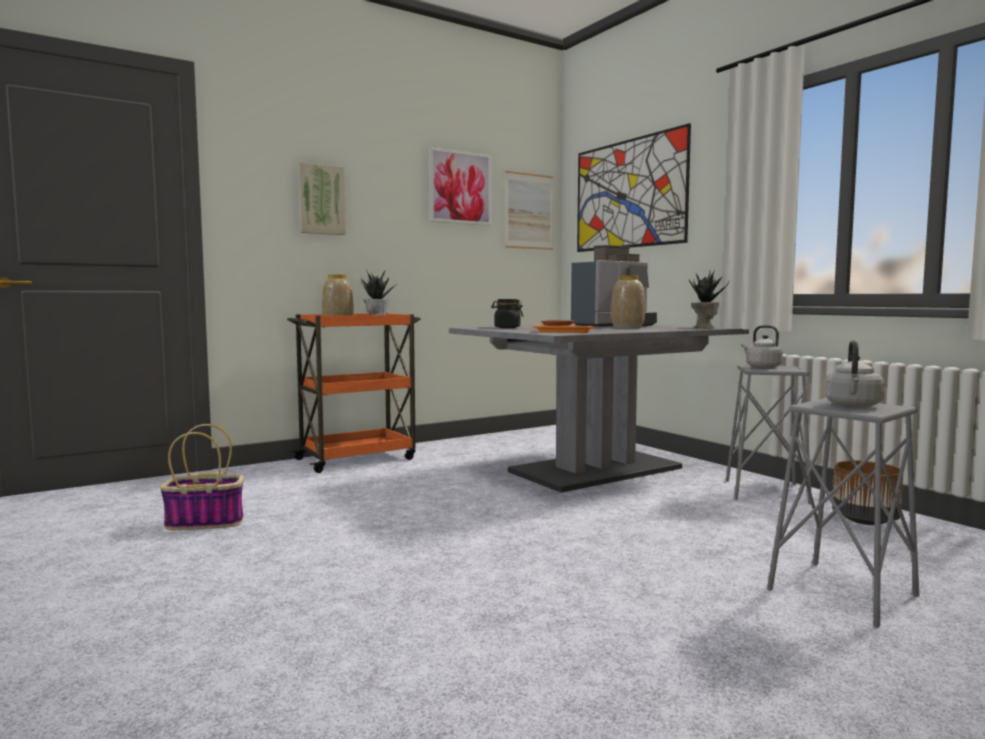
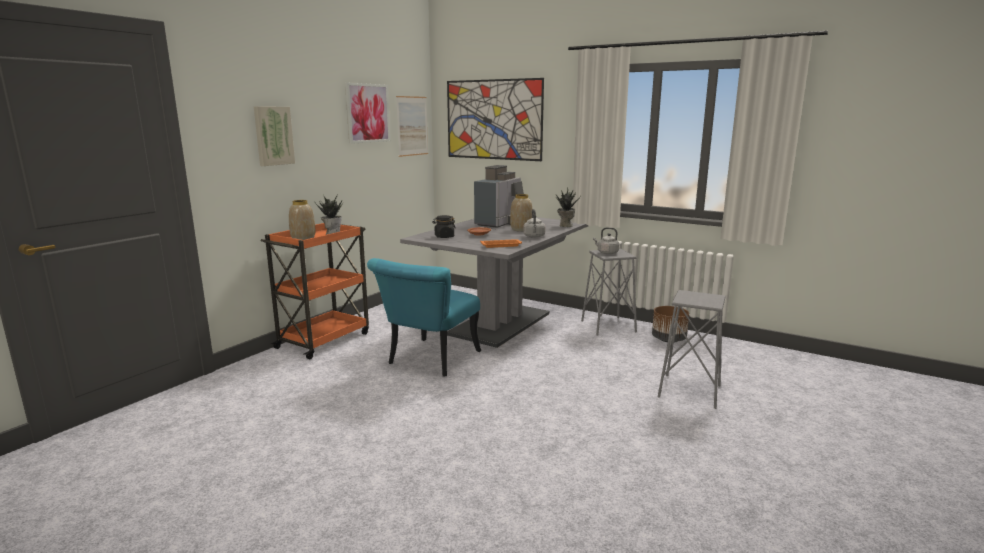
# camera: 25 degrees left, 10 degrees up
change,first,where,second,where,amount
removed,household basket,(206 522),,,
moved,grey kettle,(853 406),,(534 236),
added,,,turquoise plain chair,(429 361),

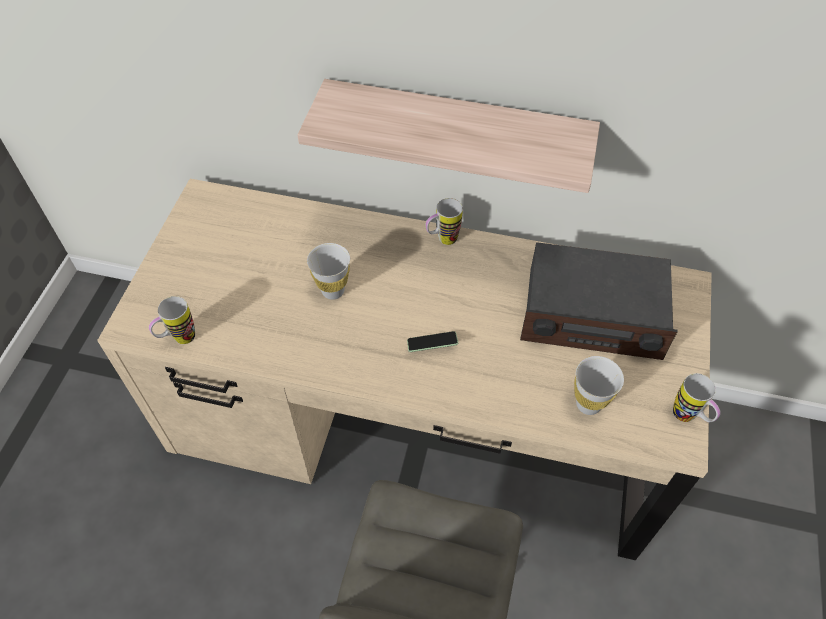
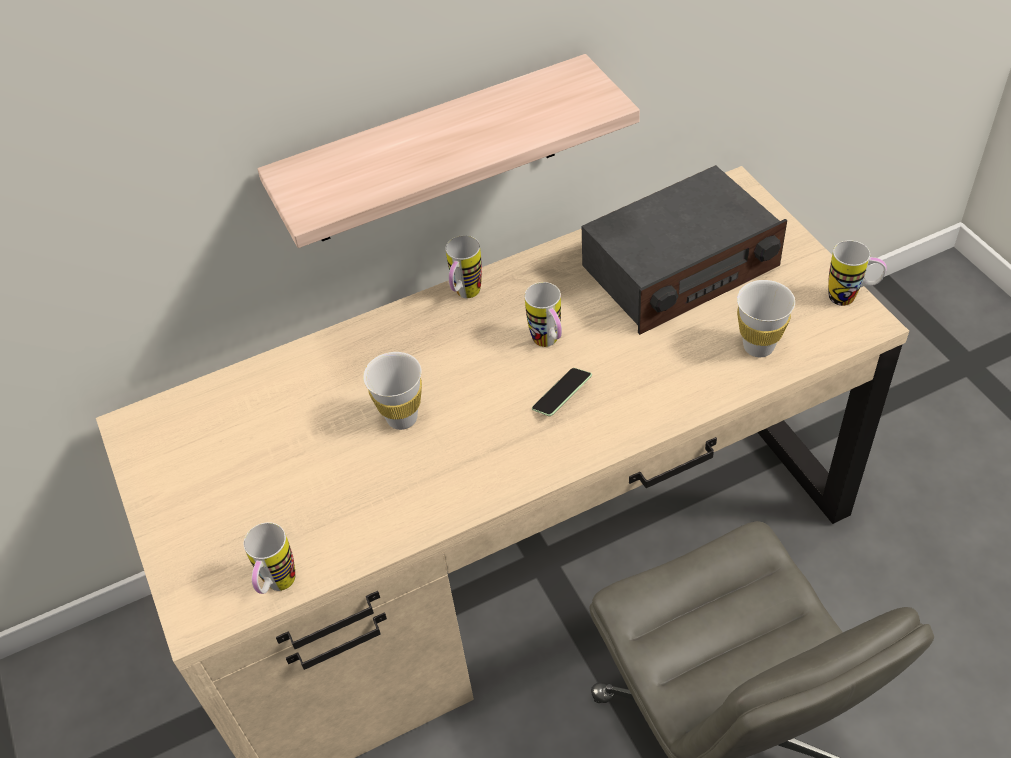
# camera: 35 degrees left, 5 degrees down
change,first,where,second,where,amount
added,,,coffee mug,(549 343),

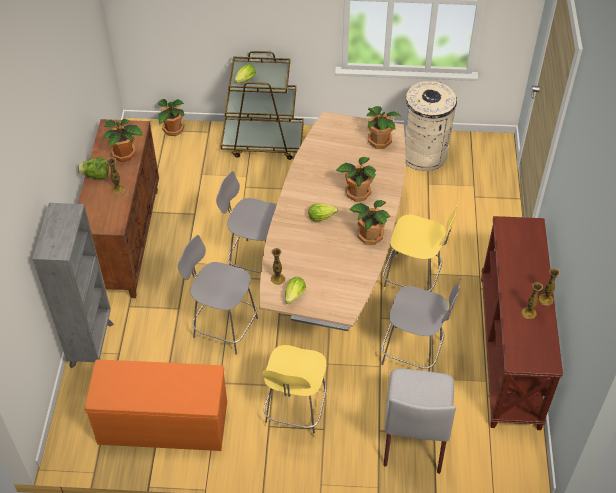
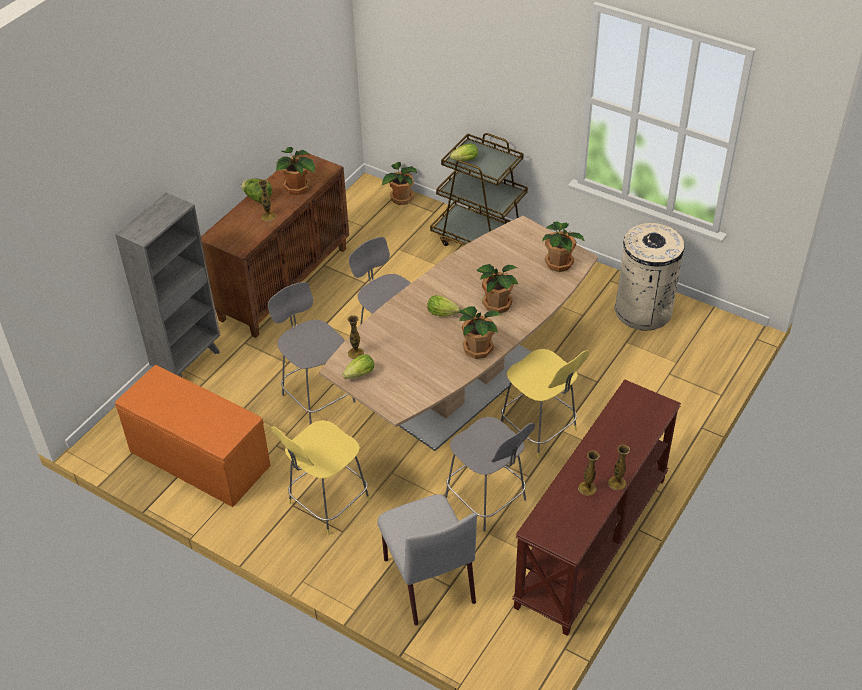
# camera: 30 degrees right, 5 degrees down
change,first,where,second,where,amount
turned,grey plain chair,(414 436),,(428 579),60 degrees counterclockwise

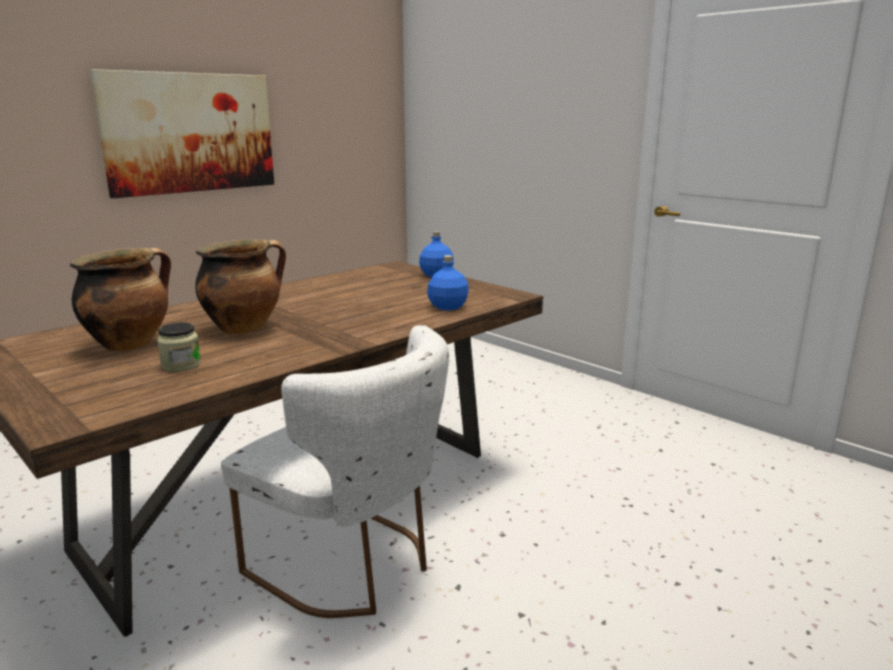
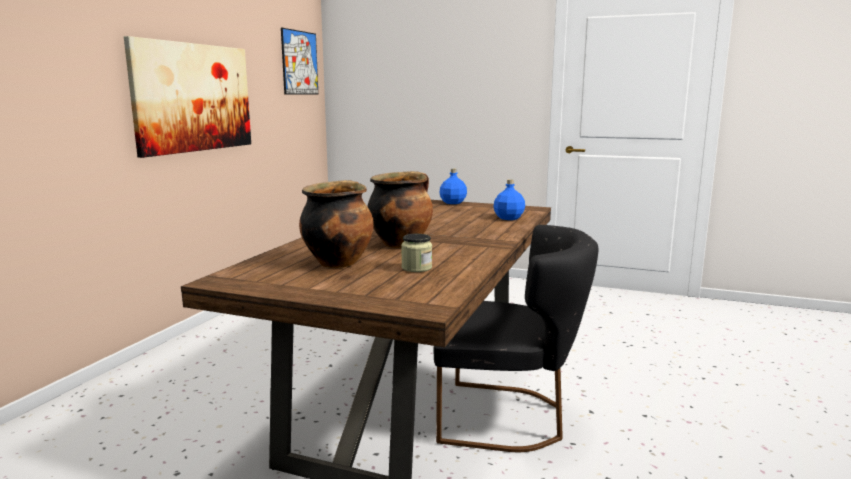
# camera: 25 degrees left, 5 degrees down
change,first,where,second,where,amount
recoloured,white plain chair,(352 565),blackish plain chair,(509 418),
added,,,wall art,(300 63),

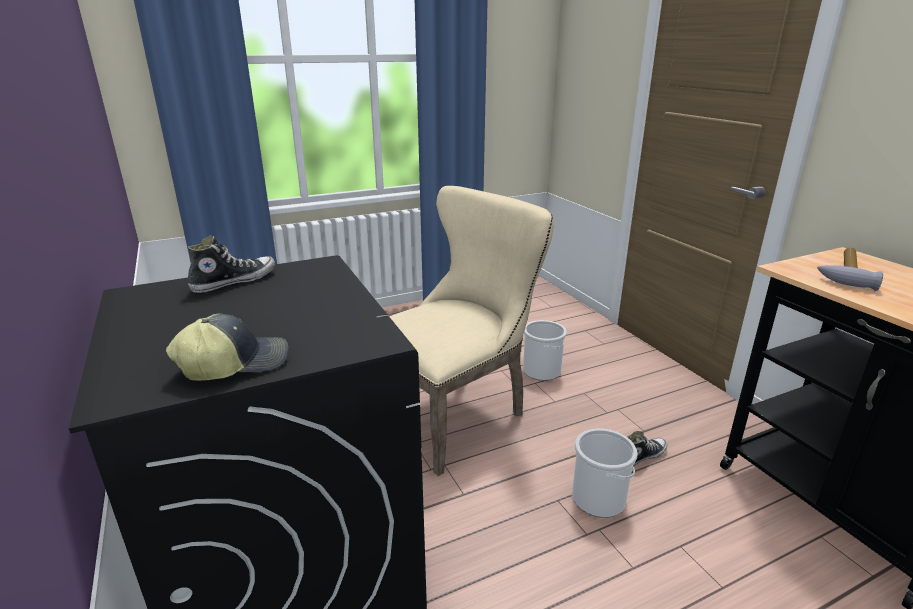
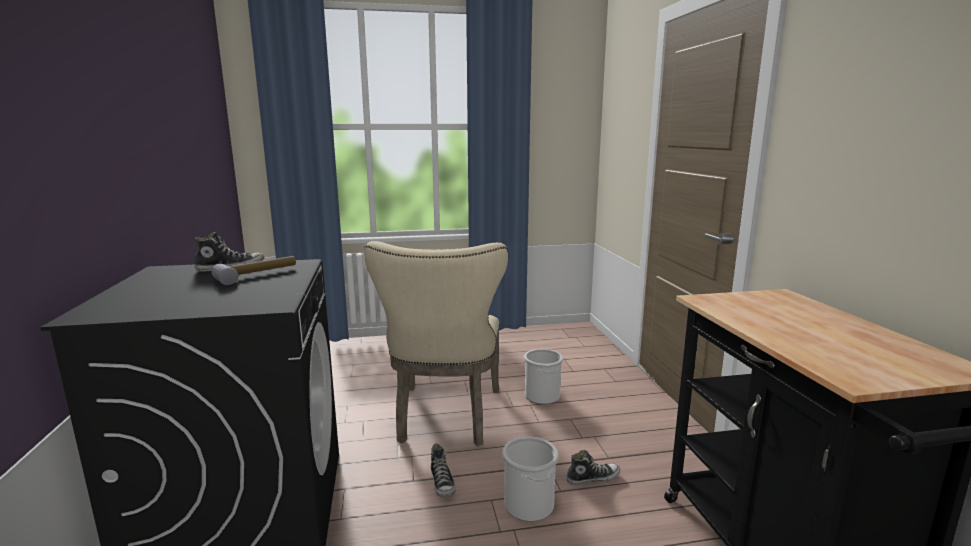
# camera: 15 degrees right, 10 degrees down
change,first,where,second,where,amount
removed,cap,(235 363),,,
turned,beige plain chair,(456 413),,(446 419),120 degrees clockwise
moved,hand hammer,(845 273),,(255 274),
added,,,item of footwear,(442 483),

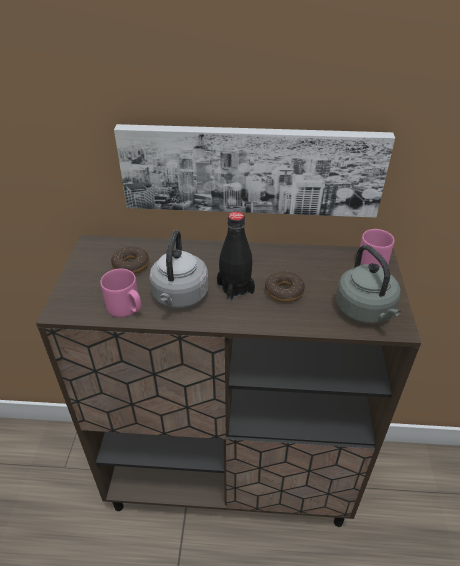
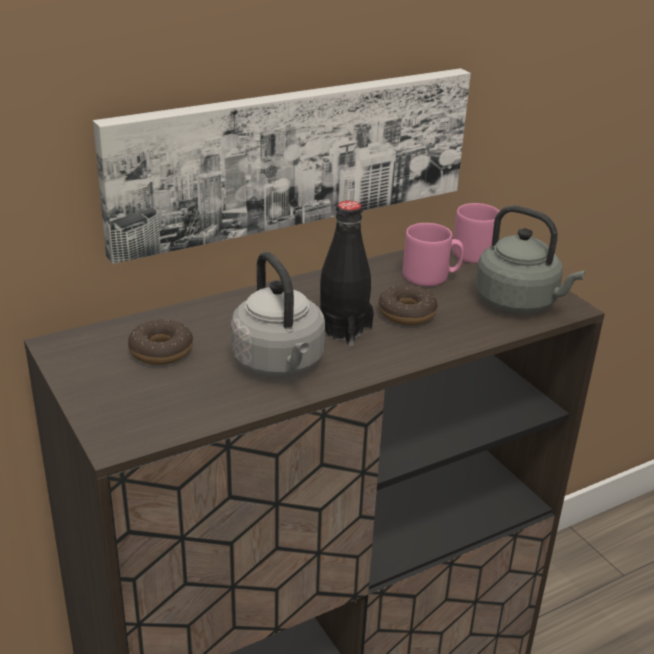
# camera: 35 degrees left, 10 degrees down
change,first,where,second,where,amount
moved,pink coffee mug,(126 308),,(431 277),

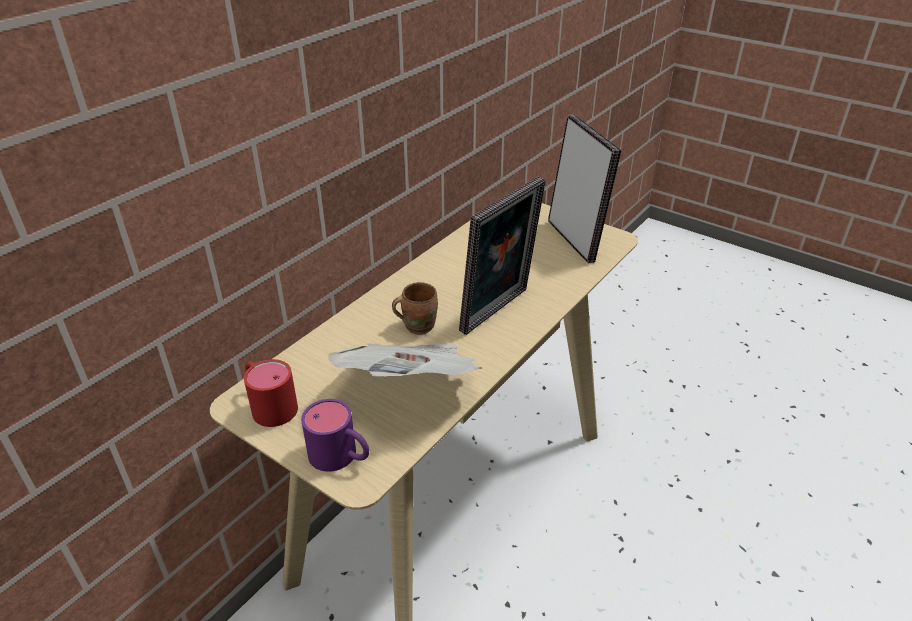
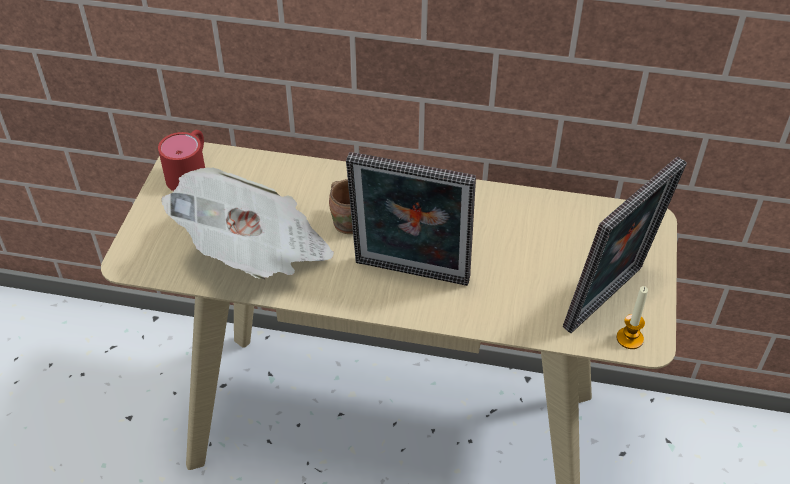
# camera: 65 degrees right, 10 degrees up
change,first,where,second,where,amount
removed,purple-coloured coffee mug,(341 457),,,
added,,,wax candle,(629 338),

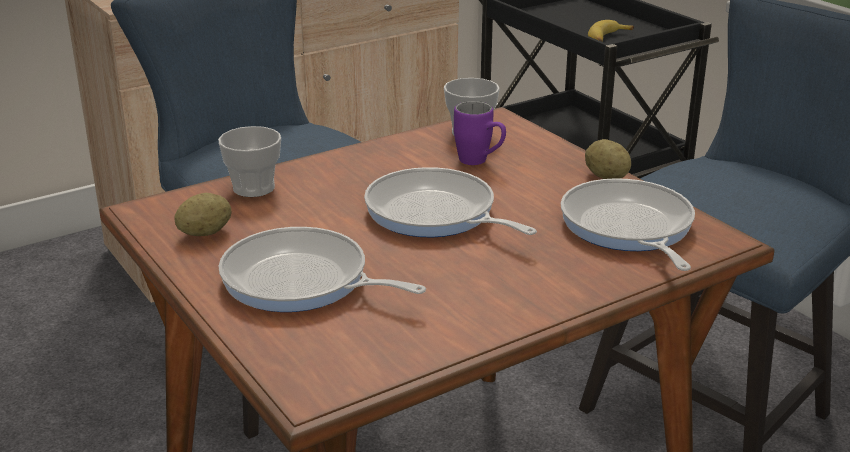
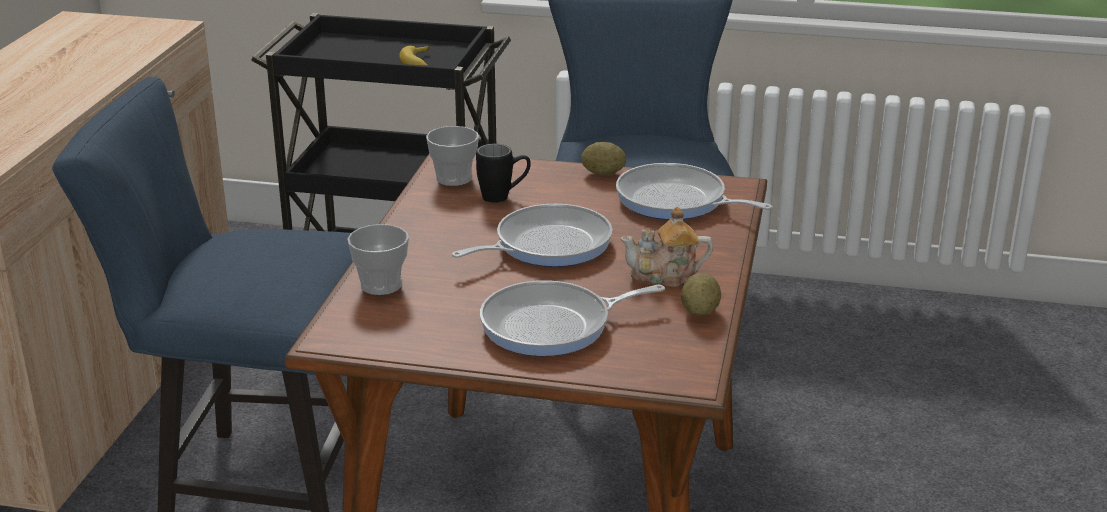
# camera: 45 degrees left, 0 degrees up
change,first,where,second,where,amount
moved,whole potato,(205 233),,(699 311),
turned,pan,(435 214),,(547 245),150 degrees clockwise
recoloured,purple-coloured coffee mug,(480 162),blackish coffee mug,(504 197),
added,,,pot for tea,(665 275),

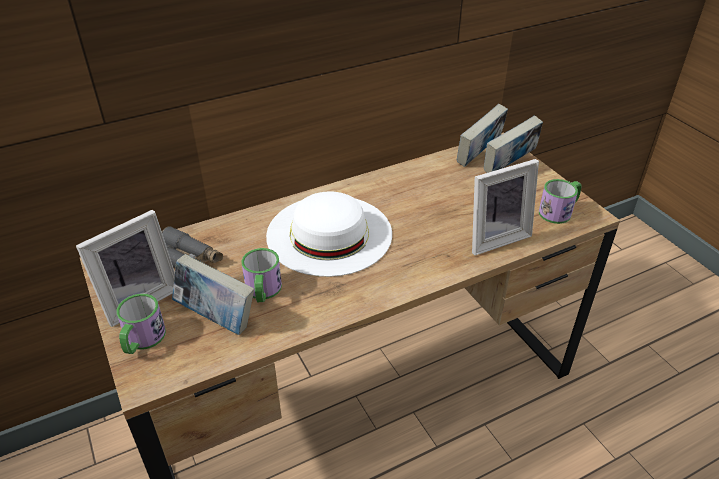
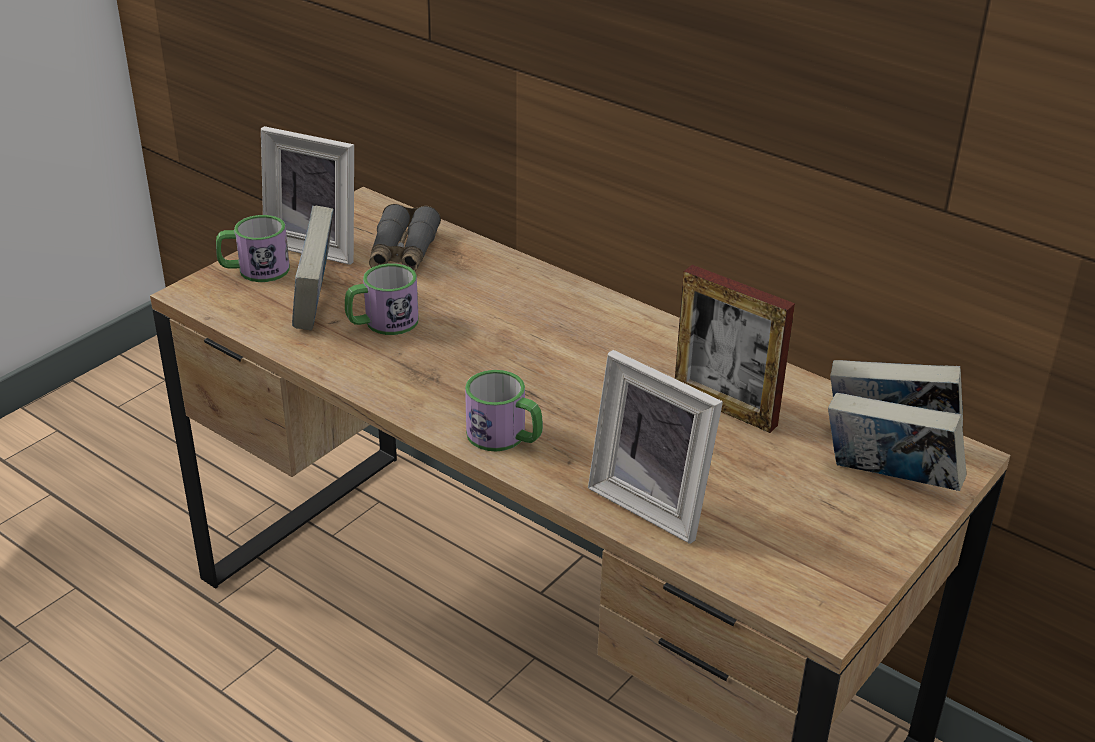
# camera: 65 degrees right, 5 degrees down
change,first,where,second,where,amount
removed,white hat,(329 234),,,
moved,coffee mug,(559 211),,(505 437),
added,,,standing frame,(724 408),

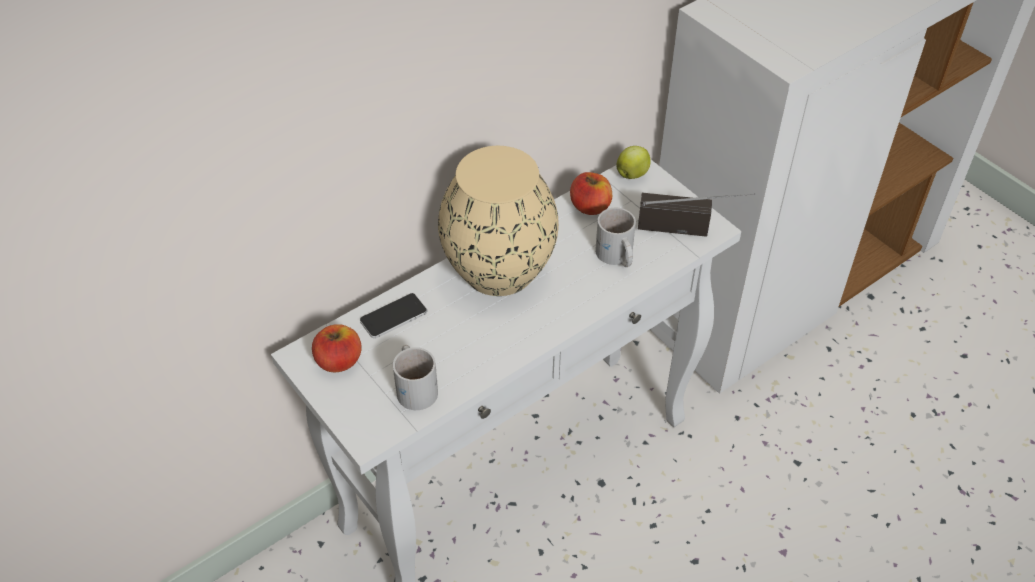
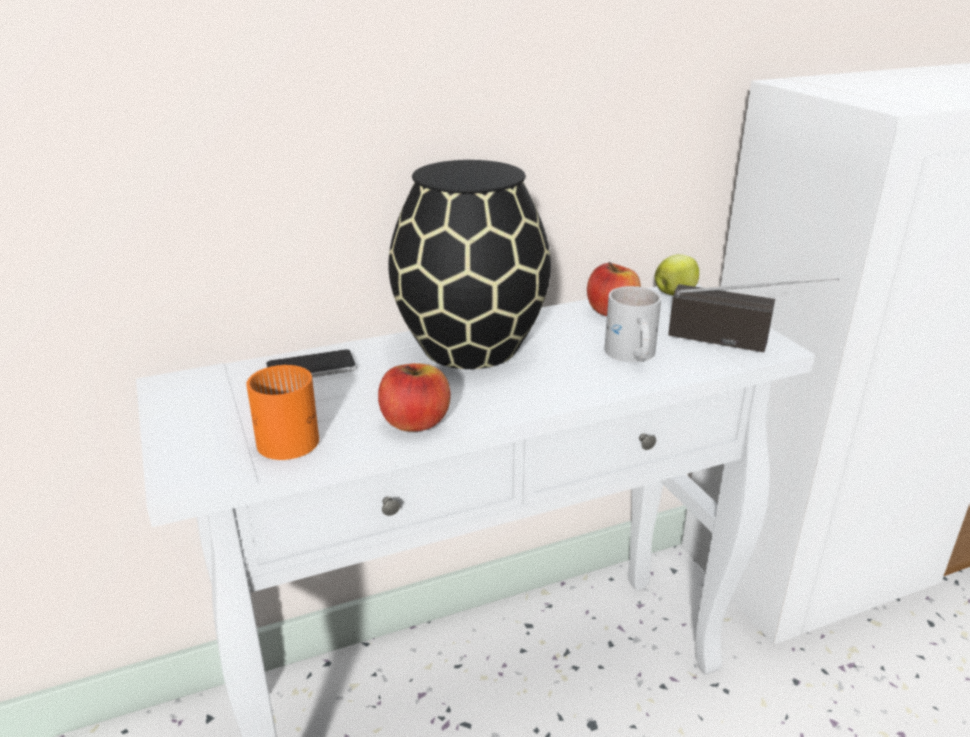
# camera: 15 degrees right, 20 degrees down
change,first,where,second,where,amount
moved,apple fruit,(339 361),,(415 422),
recoloured,white coffee mug,(416 386),orangey coffee mug,(292 434),
recoloured,beige decorative vase,(500 269),blackish decorative vase,(472 346),

